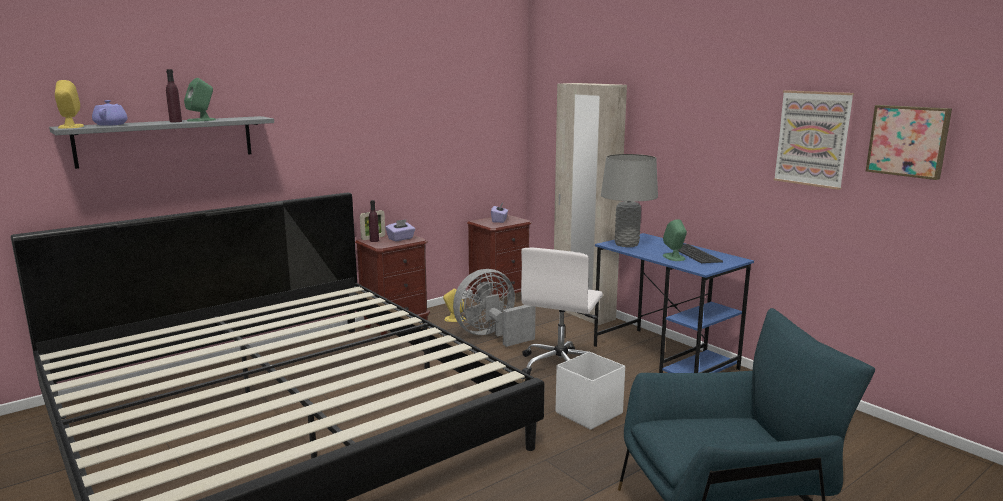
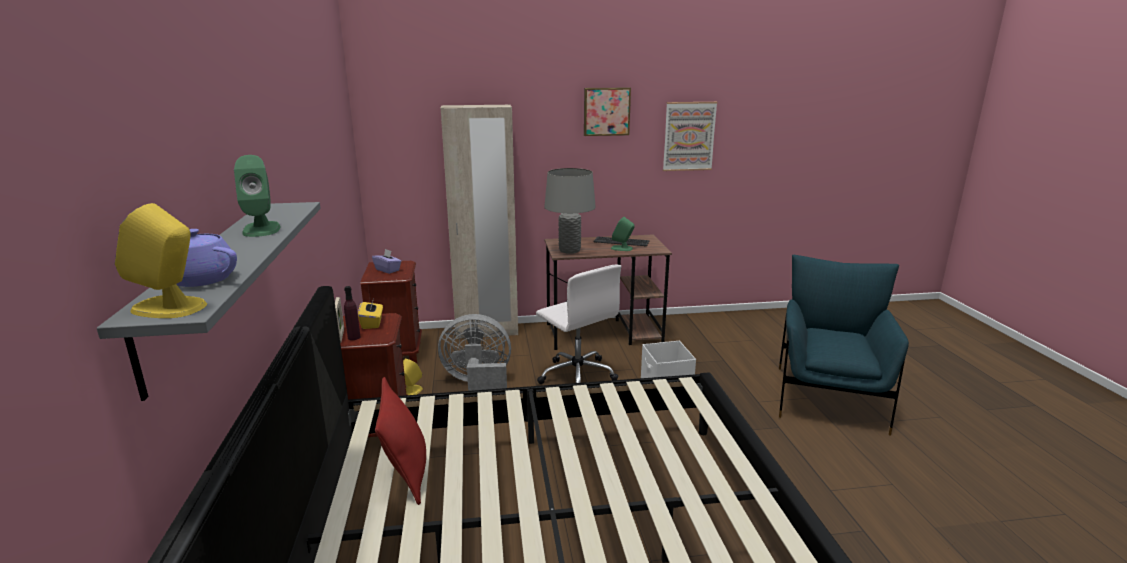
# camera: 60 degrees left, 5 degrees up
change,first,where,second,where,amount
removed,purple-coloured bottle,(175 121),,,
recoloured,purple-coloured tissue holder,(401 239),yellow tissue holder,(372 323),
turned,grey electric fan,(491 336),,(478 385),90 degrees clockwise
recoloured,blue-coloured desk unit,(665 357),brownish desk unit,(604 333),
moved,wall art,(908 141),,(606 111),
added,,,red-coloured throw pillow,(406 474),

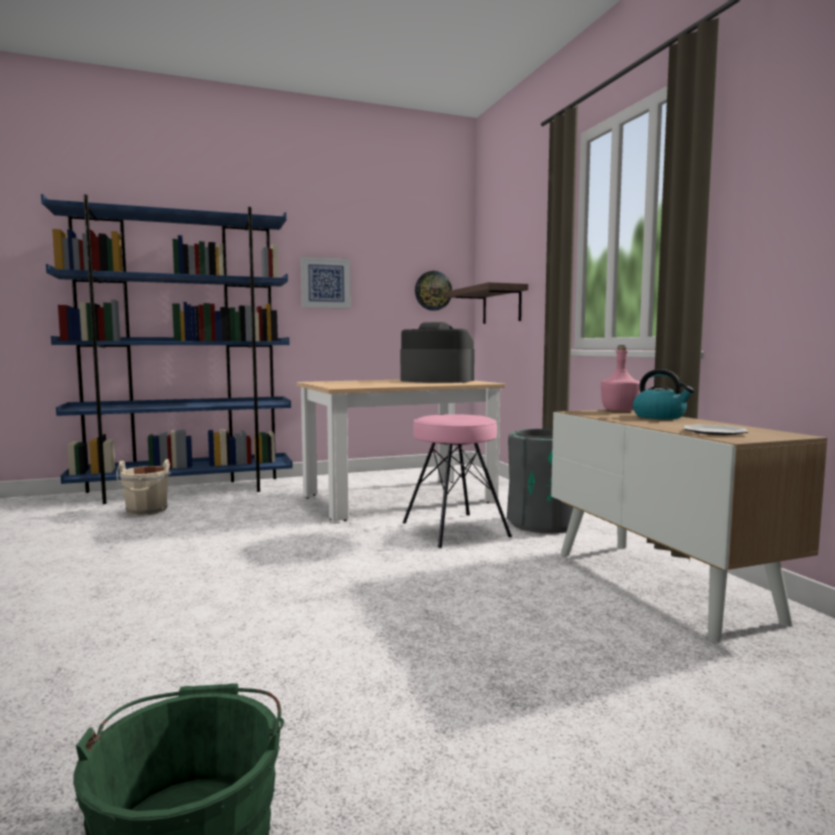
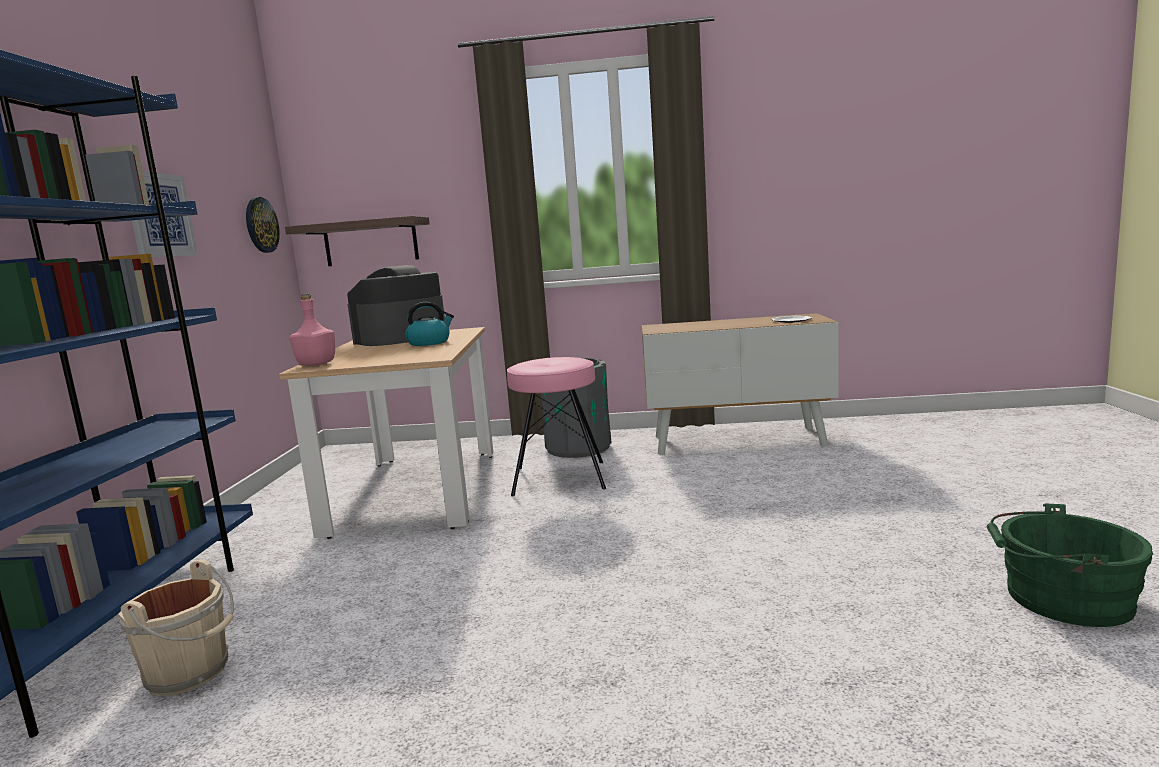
# camera: 65 degrees left, 5 degrees up
change,first,where,second,where,amount
moved,pink bottle,(620 410),,(317 364),
moved,kettle,(660 417),,(429 343),

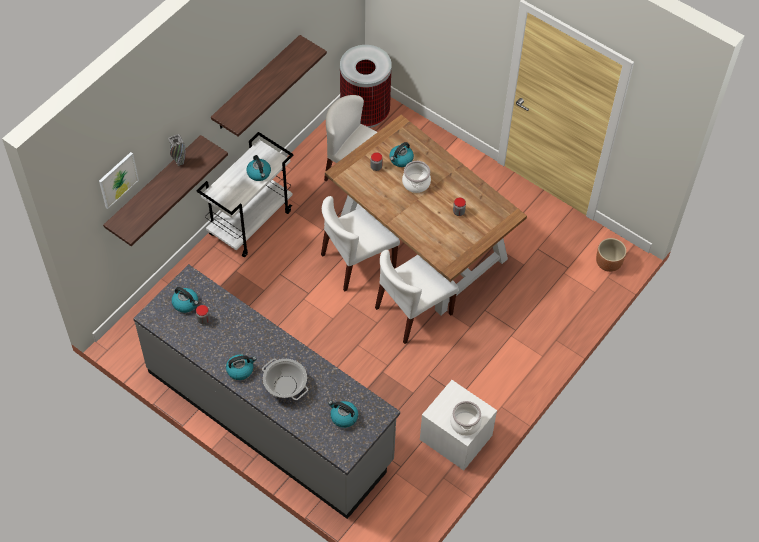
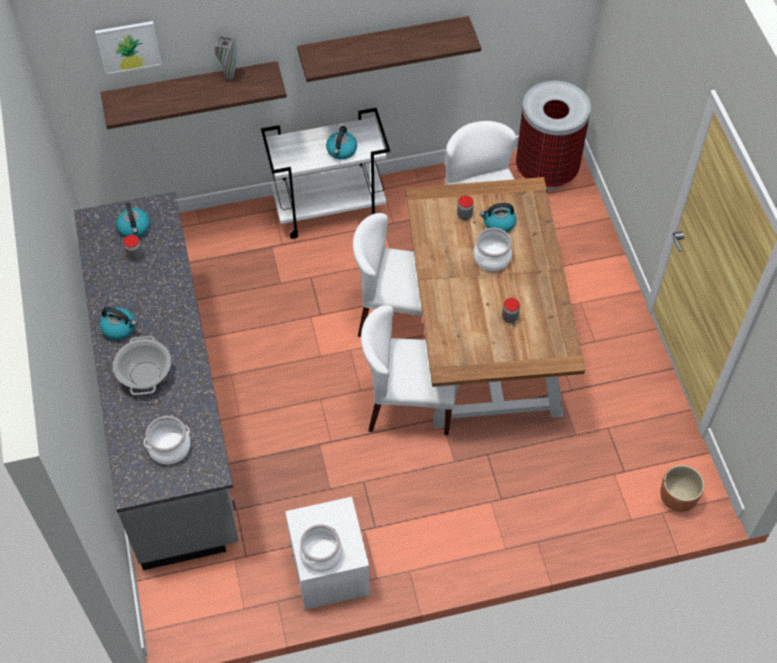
# camera: 40 degrees right, 0 degrees up
change,first,where,second,where,amount
replaced,kettle,(343 417),saucepot,(170 448),

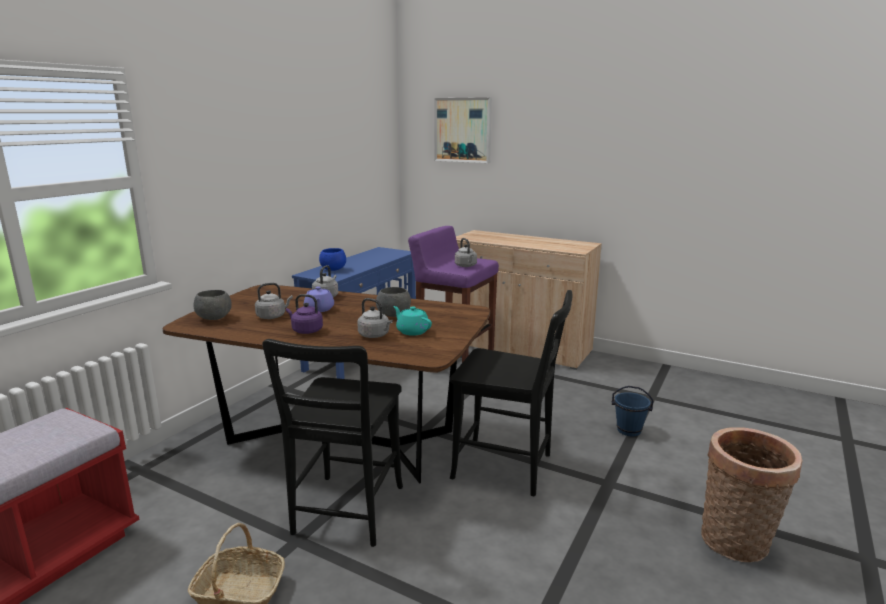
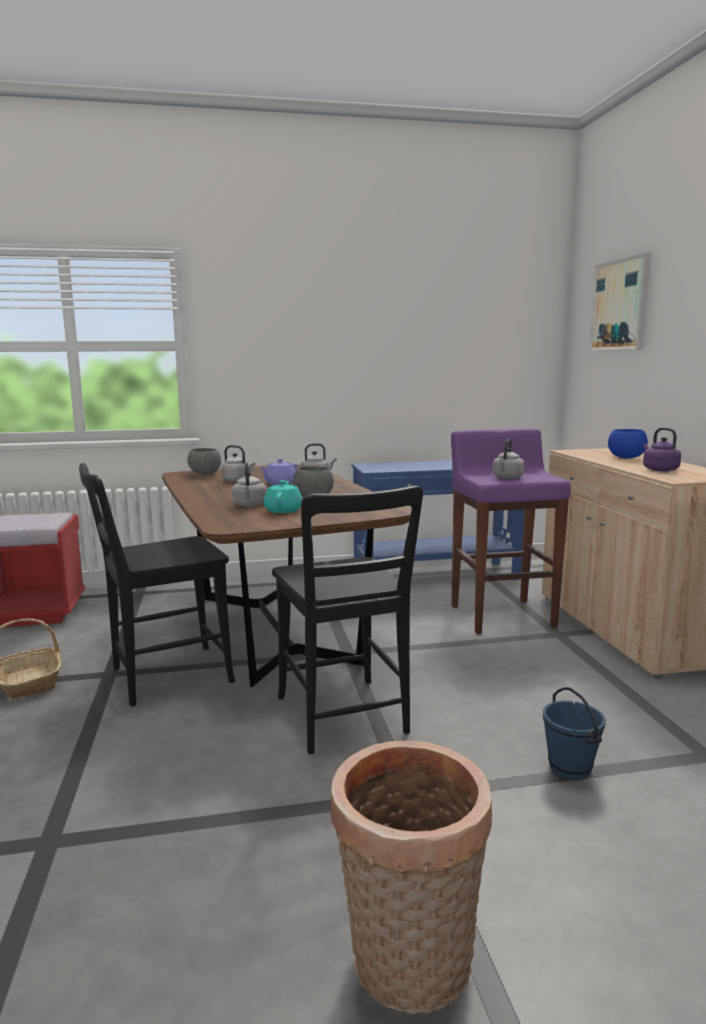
# camera: 50 degrees right, 5 degrees down
change,first,where,second,where,amount
moved,purple-coloured kettle,(306 330),,(659 469),
moved,blue-coloured deep dish,(333 269),,(626 458),

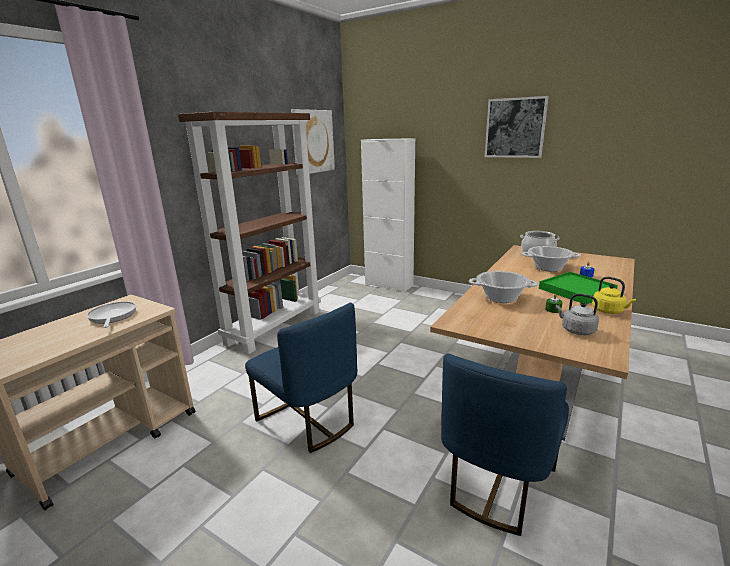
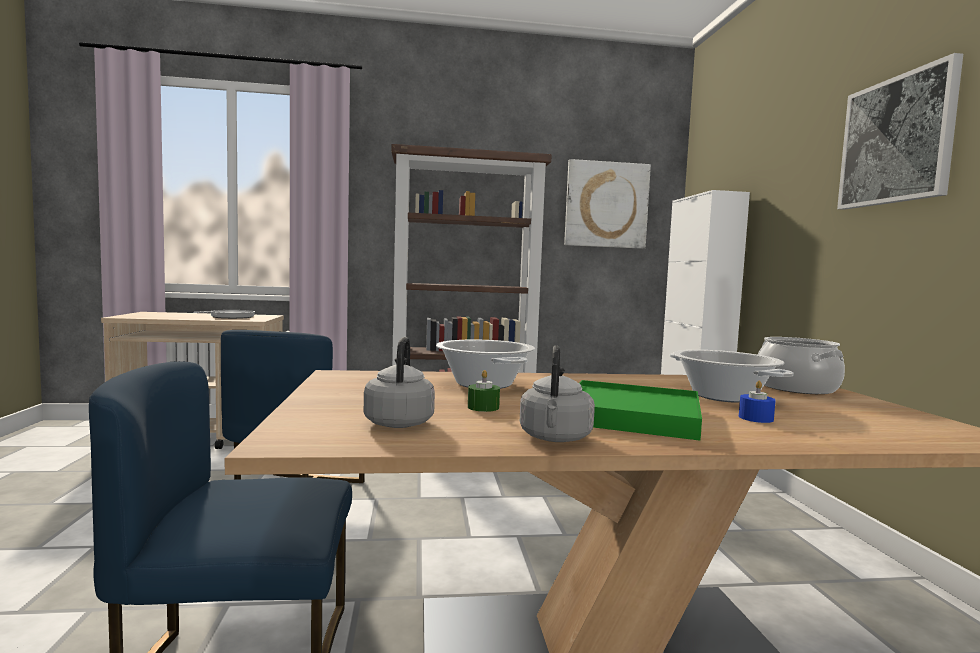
# camera: 50 degrees right, 15 degrees down
change,first,where,second,where,amount
recoloured,yellow kettle,(609 311),grey kettle,(555 438),

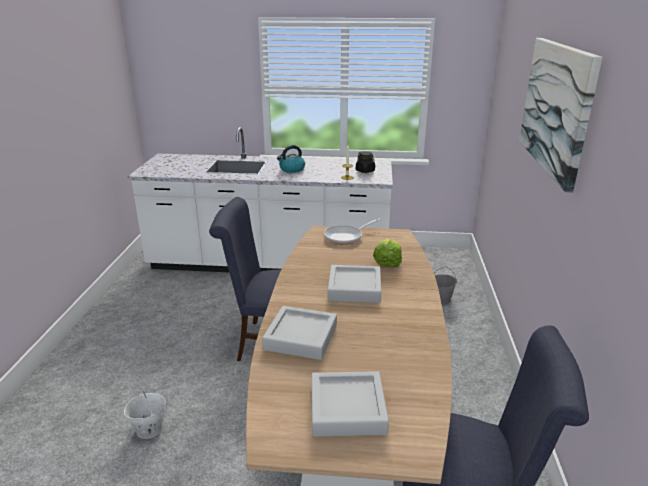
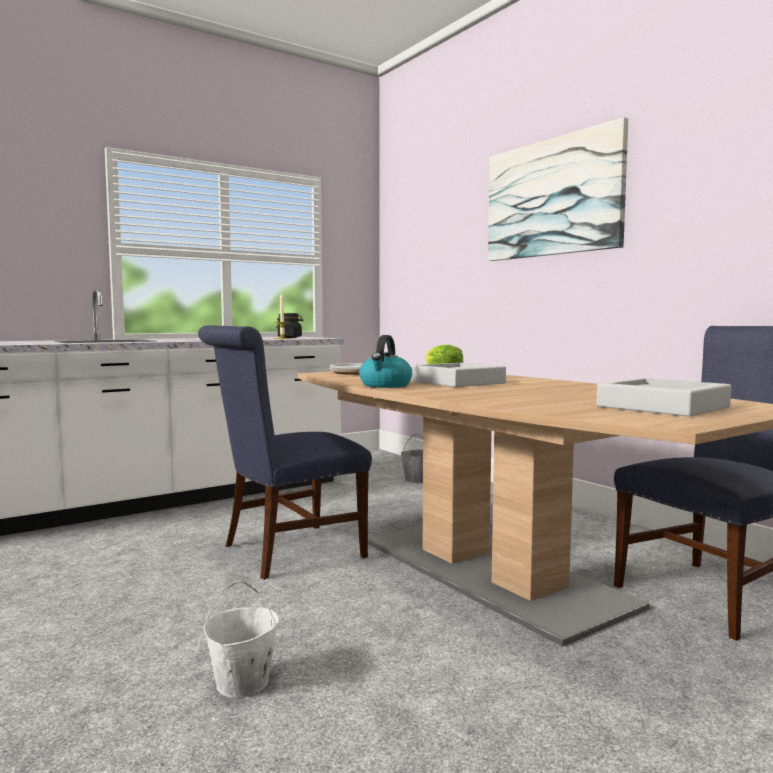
# camera: 40 degrees left, 20 degrees down
change,first,where,second,where,amount
removed,grey tray,(301 337),,,
moved,kettle,(291 169),,(385 385),

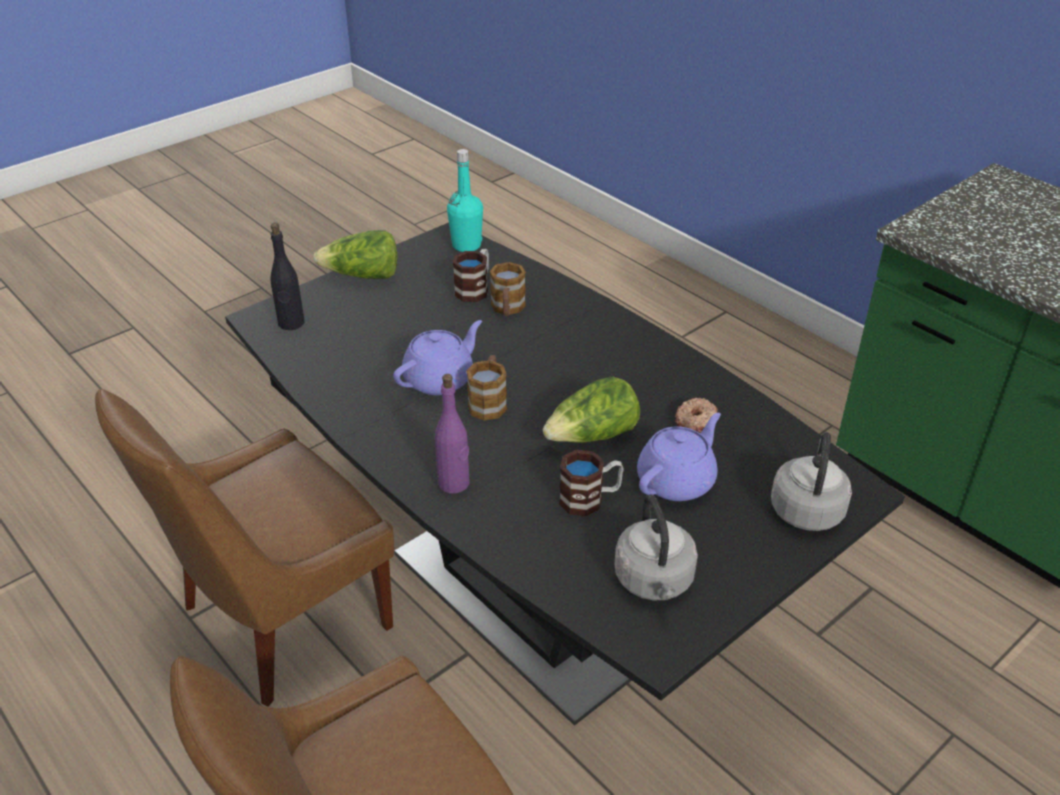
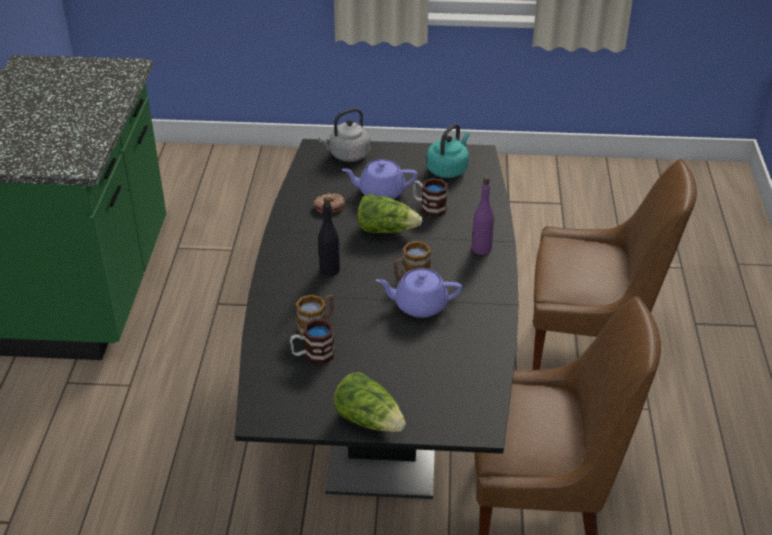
# camera: 135 degrees left, 0 degrees up
change,first,where,second,where,amount
moved,blackish bottle,(291 323),,(330 269),
removed,turquoise bottle,(466 245),,,
recoloured,grey kettle,(655 582),turquoise kettle,(448 169),

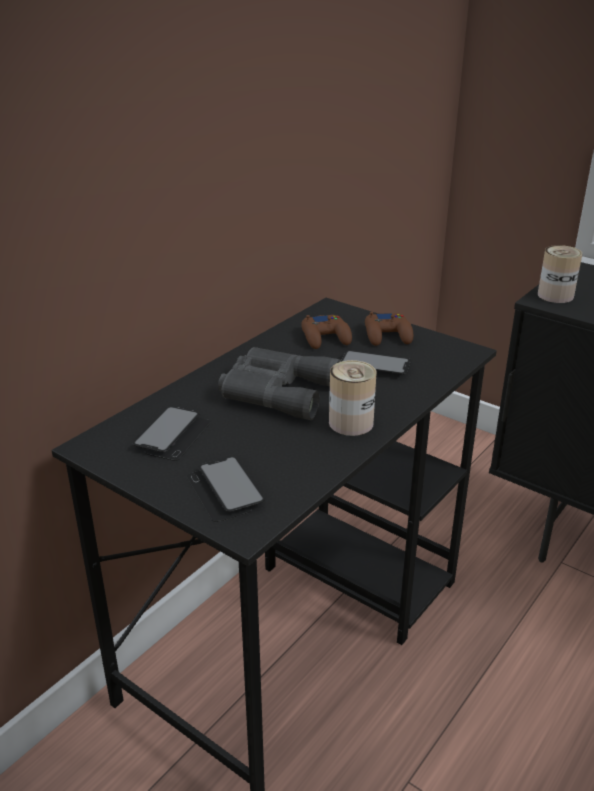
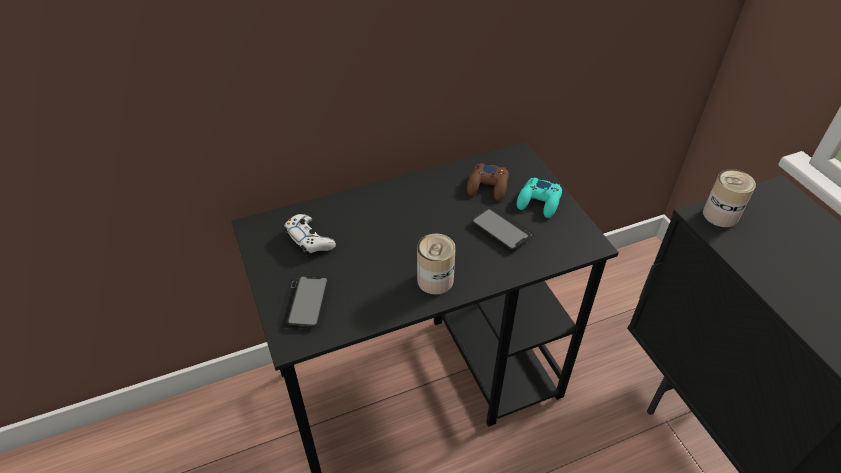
# camera: 30 degrees right, 15 degrees up
change,first,where,second,where,amount
replaced,telephone,(173 435),white gamepad,(309 240),
removed,grey field glasses,(275 390),,,
recoloured,brownish gamepad,(388 335),turquoise gamepad,(539 202),

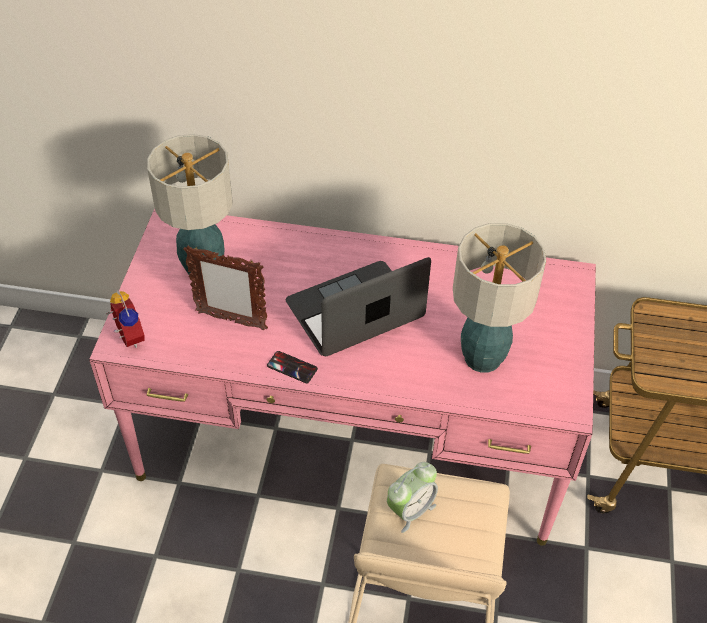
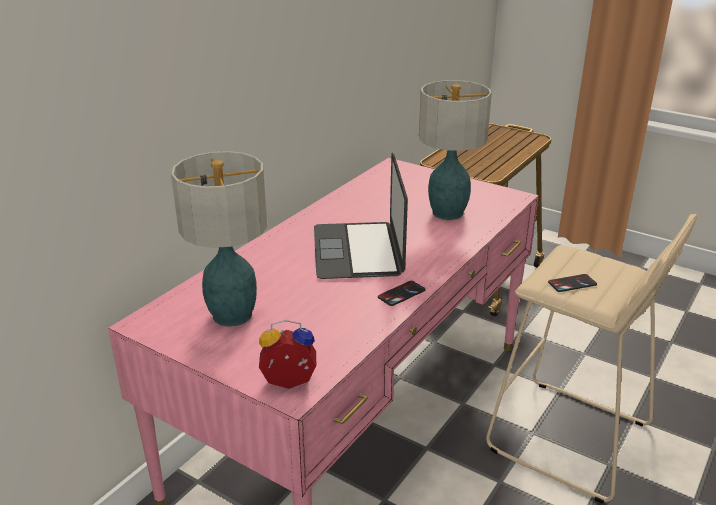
# camera: 65 degrees left, 20 degrees down
change,first,where,second,where,amount
removed,standing frame,(231 320),,,
replaced,bedside clock,(410 510),telephone,(572 283),

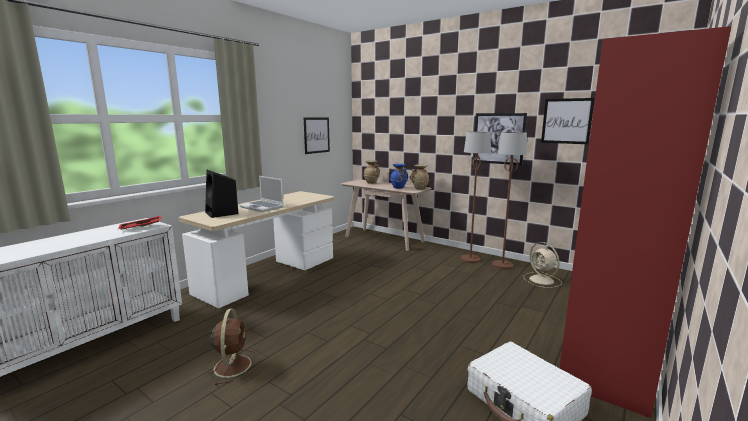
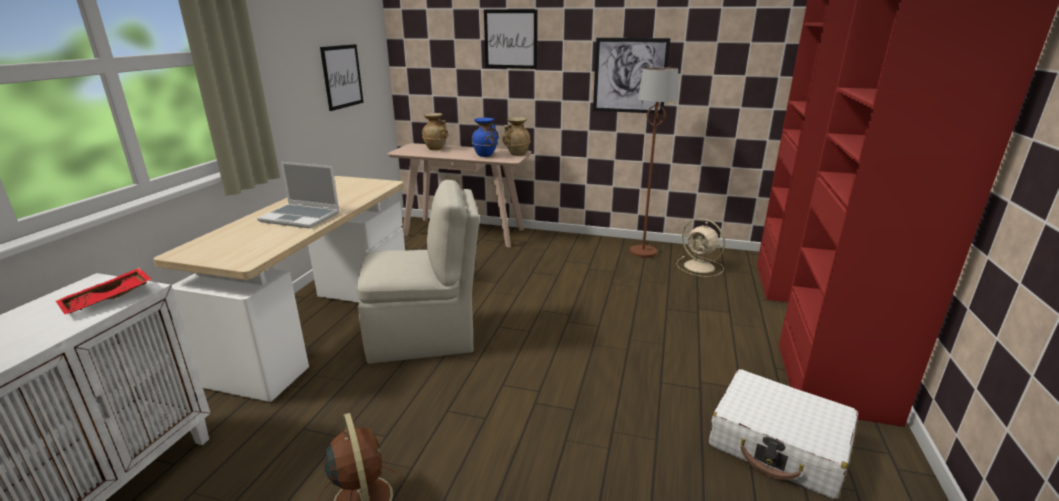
# camera: 20 degrees left, 10 degrees up
change,first,where,second,where,amount
removed,blackish loudspeaker,(222 213),,,
removed,brownish floor lamp,(470 259),,,
moved,wall art,(566 121),,(510 39),
added,,,beige plain chair,(424 337),

